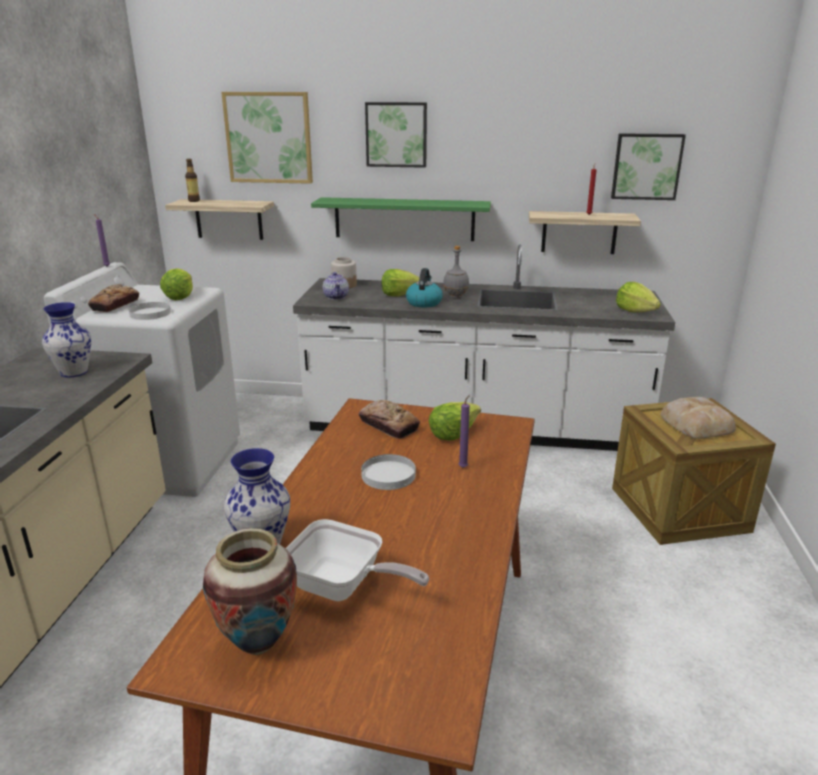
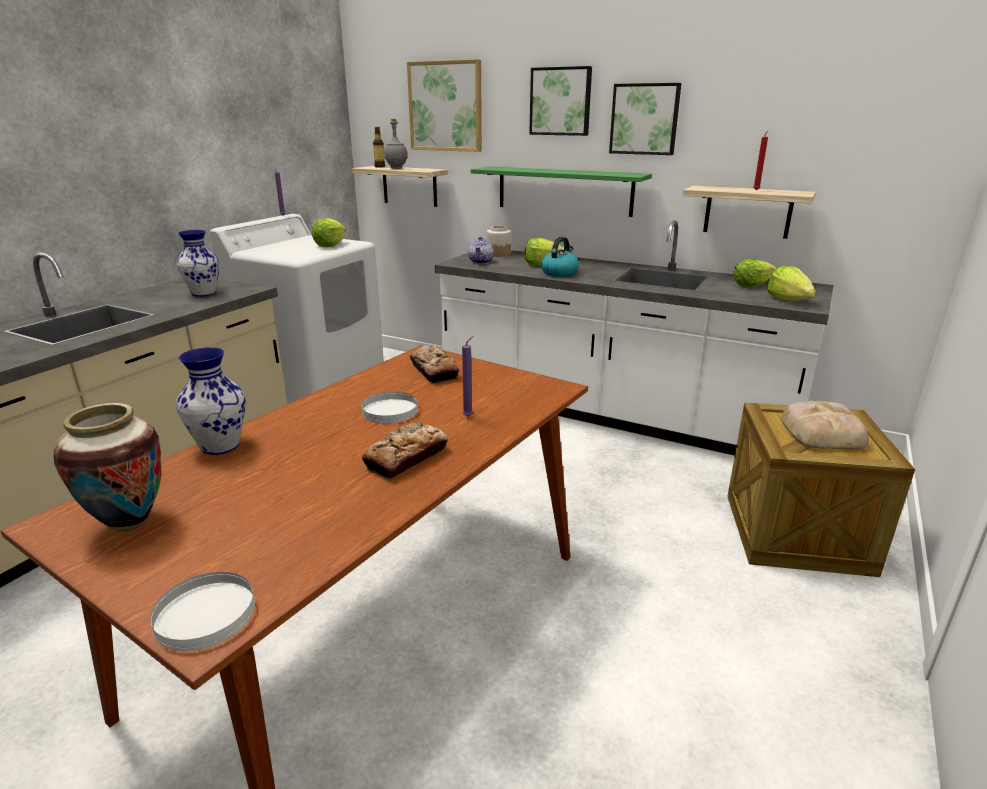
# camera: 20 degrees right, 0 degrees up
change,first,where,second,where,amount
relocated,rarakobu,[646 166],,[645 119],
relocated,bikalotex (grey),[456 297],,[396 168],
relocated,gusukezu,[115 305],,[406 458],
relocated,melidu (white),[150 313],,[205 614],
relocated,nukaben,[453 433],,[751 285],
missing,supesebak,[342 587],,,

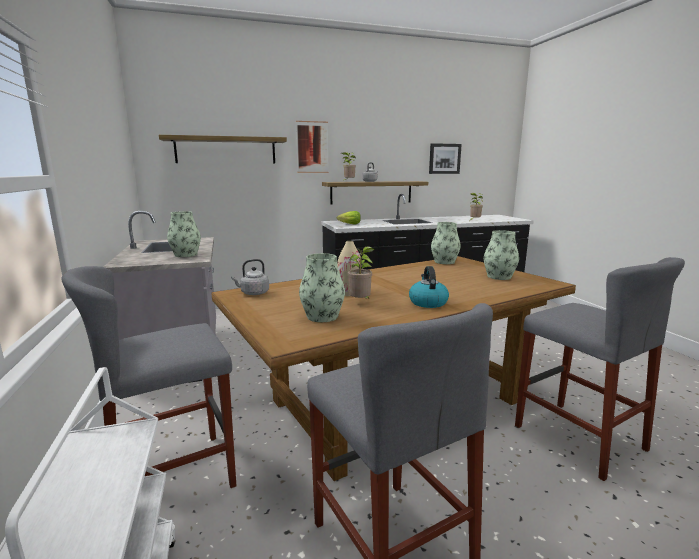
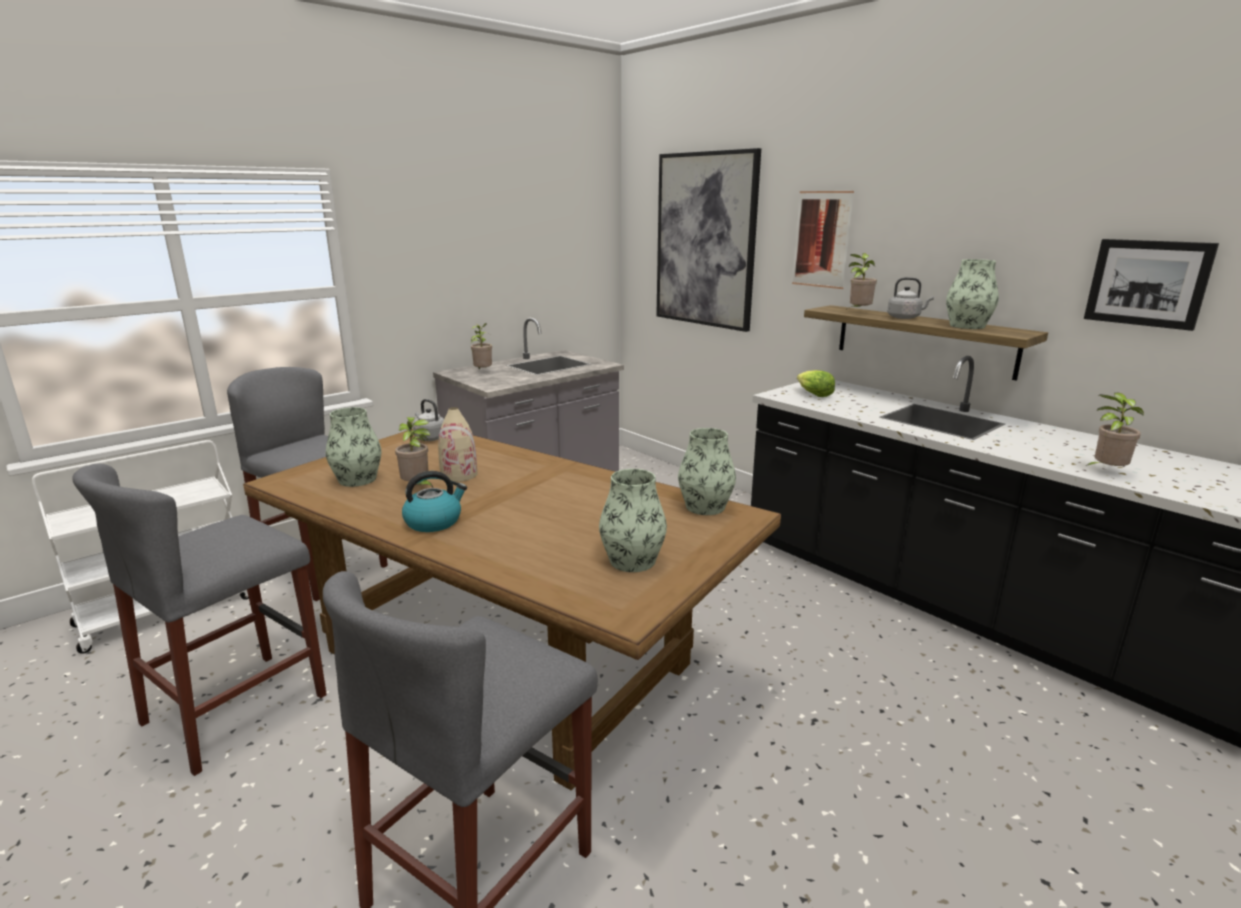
# camera: 65 degrees right, 5 degrees up
change,first,where,second,where,amount
exchanged,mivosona,[226 150],rarakobu,[705 240],
relocated,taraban,[186 254],,[967 326],
appeared,,,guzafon,[483 372],

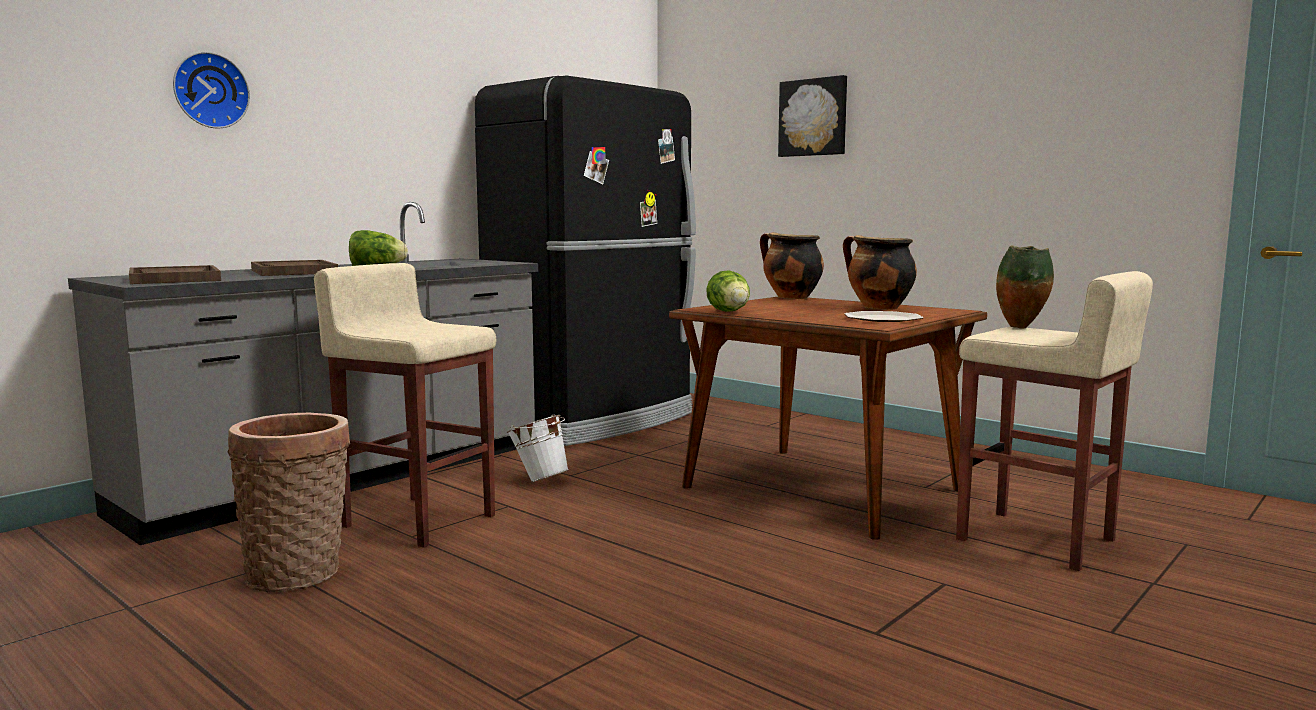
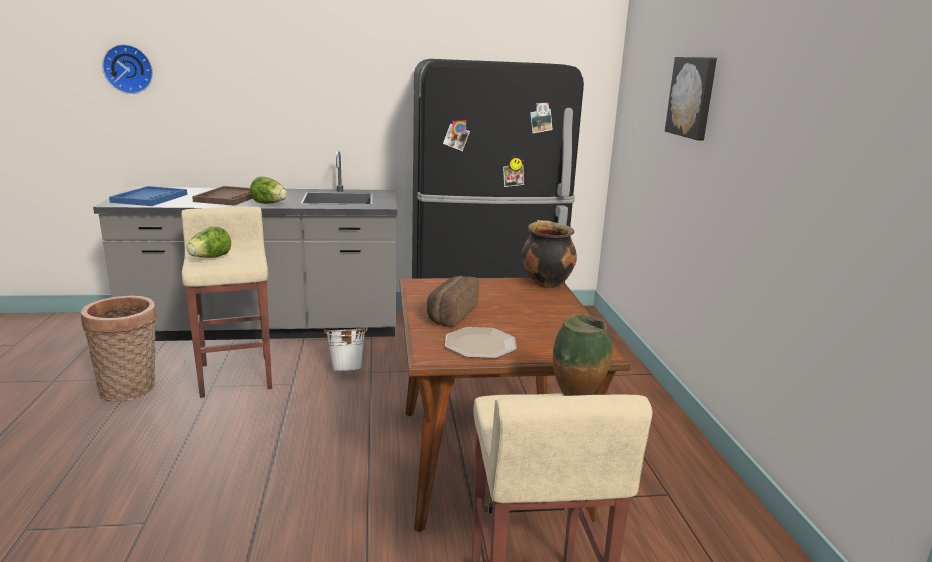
# camera: 40 degrees right, 10 degrees up
change,first,where,second,where,amount
relocated,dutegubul,[209 90],,[129 69],
missing,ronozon,[878 308],,,
colour,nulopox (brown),[175 279],nulopox (blue),[150 198],
relocated,nukaben,[730 312],,[210 258],
appeared,,,gusukezu,[450 314],

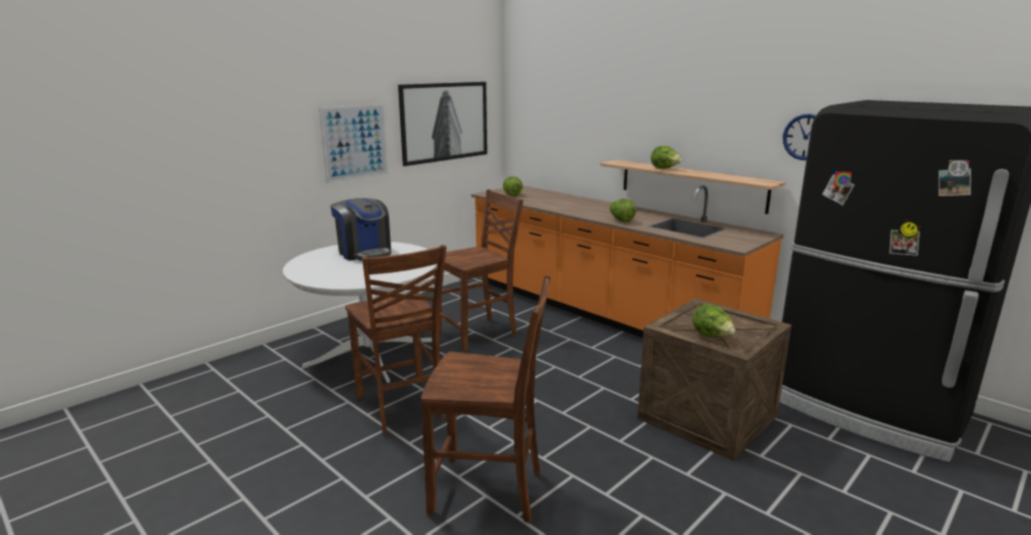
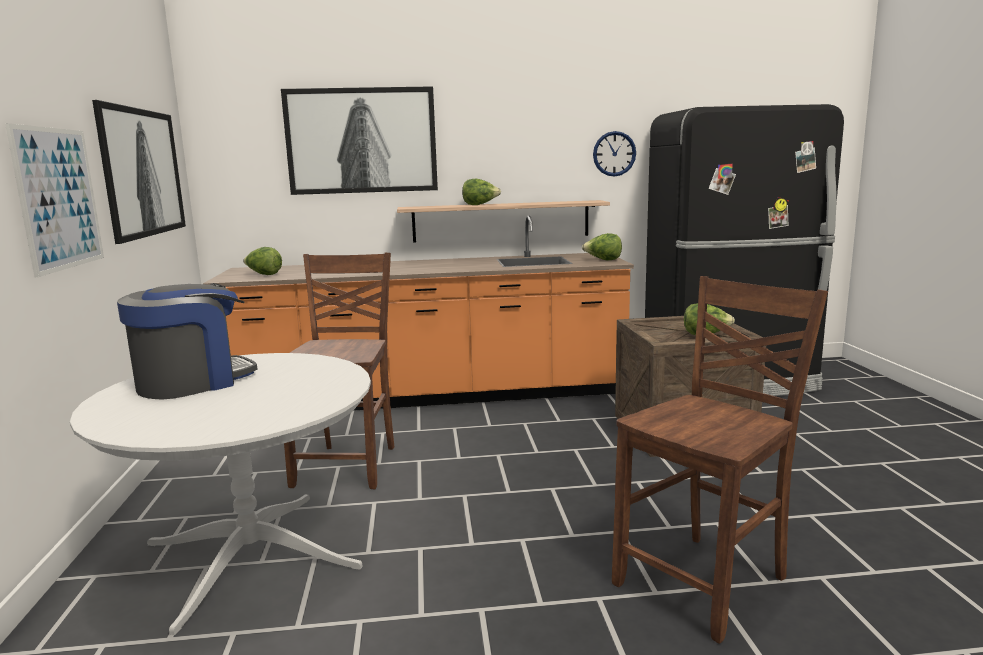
# camera: 50 degrees left, 5 degrees down
change,first,where,second,where,amount
spun,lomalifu,[364 252],,[193 382],45 degrees counterclockwise
relocated,nukaben,[621 220],,[603 260],
missing,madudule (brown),[401 408],,,
appeared,,,rarakobu,[361 141],

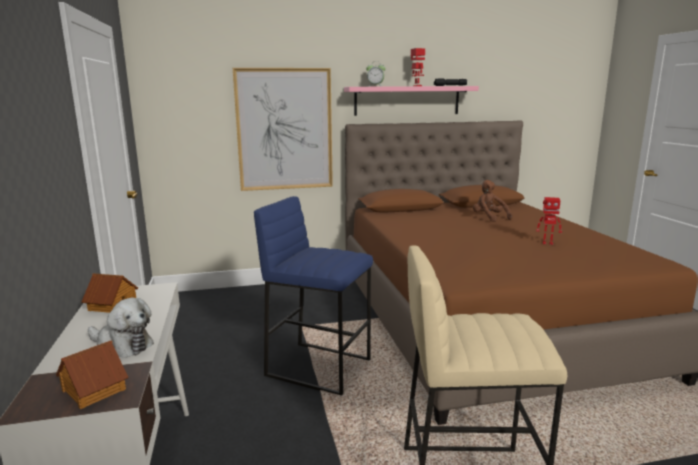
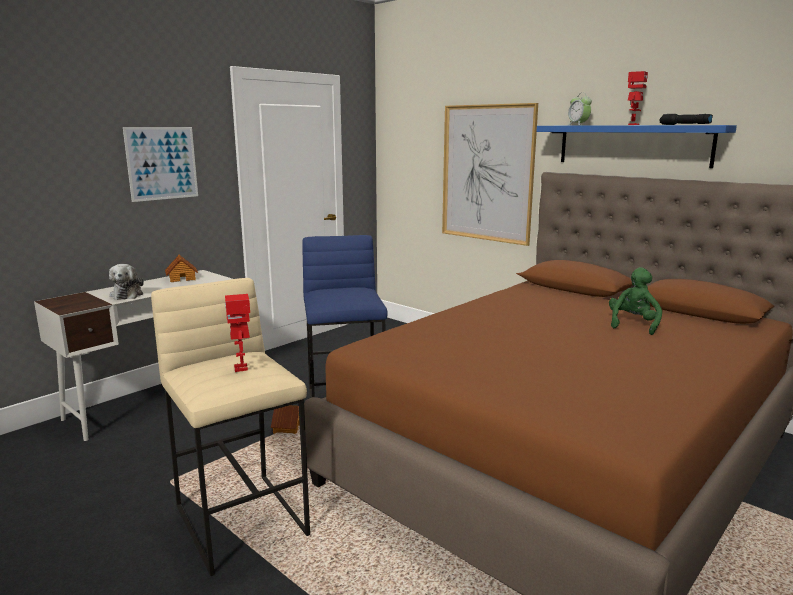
# camera: 55 degrees right, 0 degrees up
change,first,where,second,where,amount
colour,mivosona (pink),[407 100],mivosona (blue),[633 145],
colour,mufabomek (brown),[489 218],mufabomek (green),[633 324],
relocated,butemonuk,[547 243],,[242 368],
relocated,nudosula,[93 390],,[288 427],
appeared,,,rarakobu,[162 163],

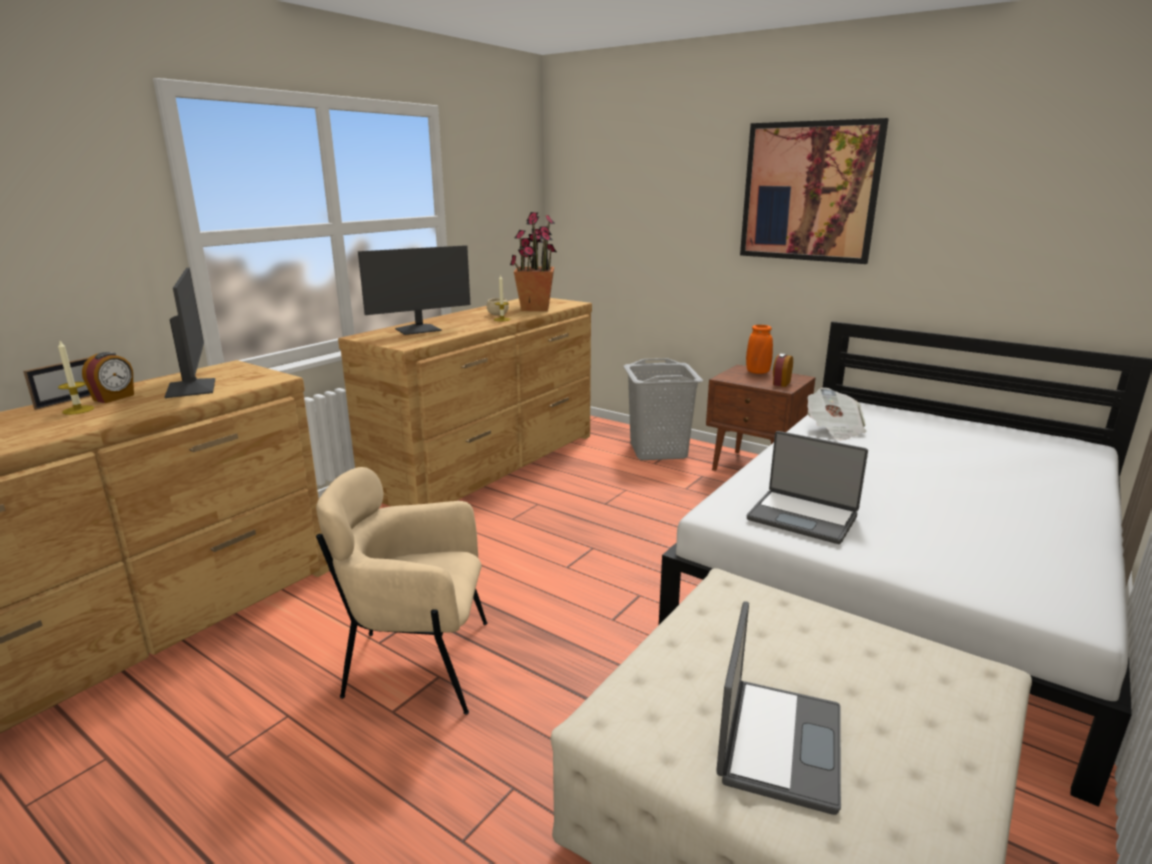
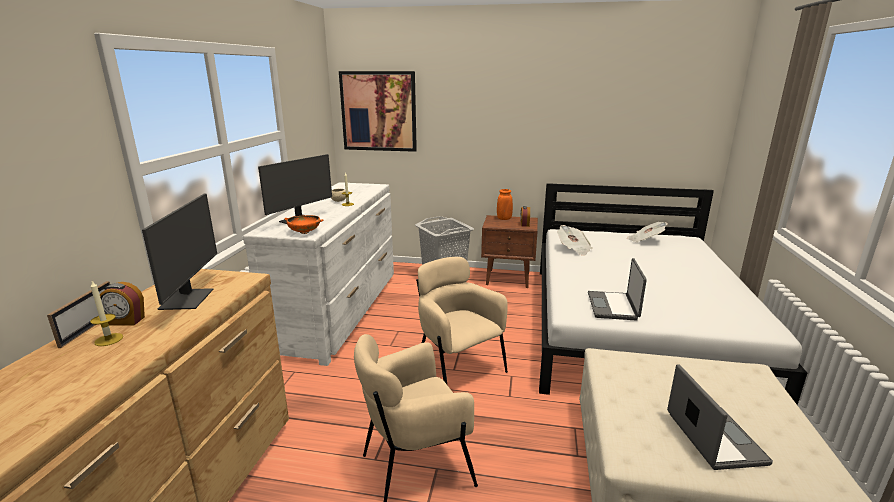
# camera: 25 degrees left, 0 degrees up
change,first,where,second,where,amount
relocated,rarakobu,[809 192],,[378 111],
missing,guzafon,[535 308],,,
spun,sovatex,[193 388],,[188 299],45 degrees clockwise
colour,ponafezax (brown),[489 465],ponafezax (white),[340 310],
spun,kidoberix,[114 398],,[126 321],90 degrees clockwise
spun,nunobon,[803 517],,[613 306],90 degrees clockwise
appeared,,,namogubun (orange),[304 232],
appeared,,,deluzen,[645 240],
appeared,,,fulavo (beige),[457 369],

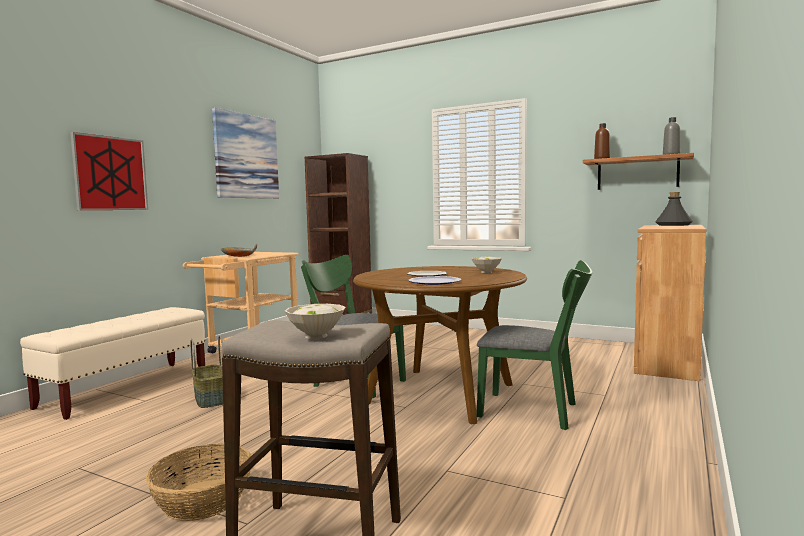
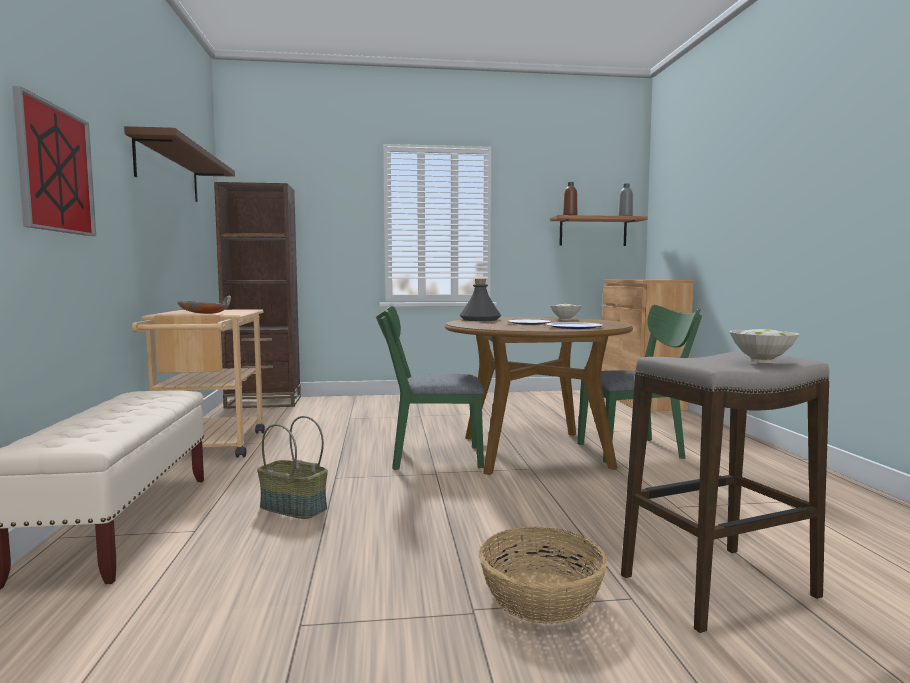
# camera: 35 degrees left, 0 degrees up
change,first,where,second,where,amount
exchanged,rarakobu,[246 156],mivosona (brown),[168 171],
relocated,bikalotex (grey),[673 225],,[480 320],

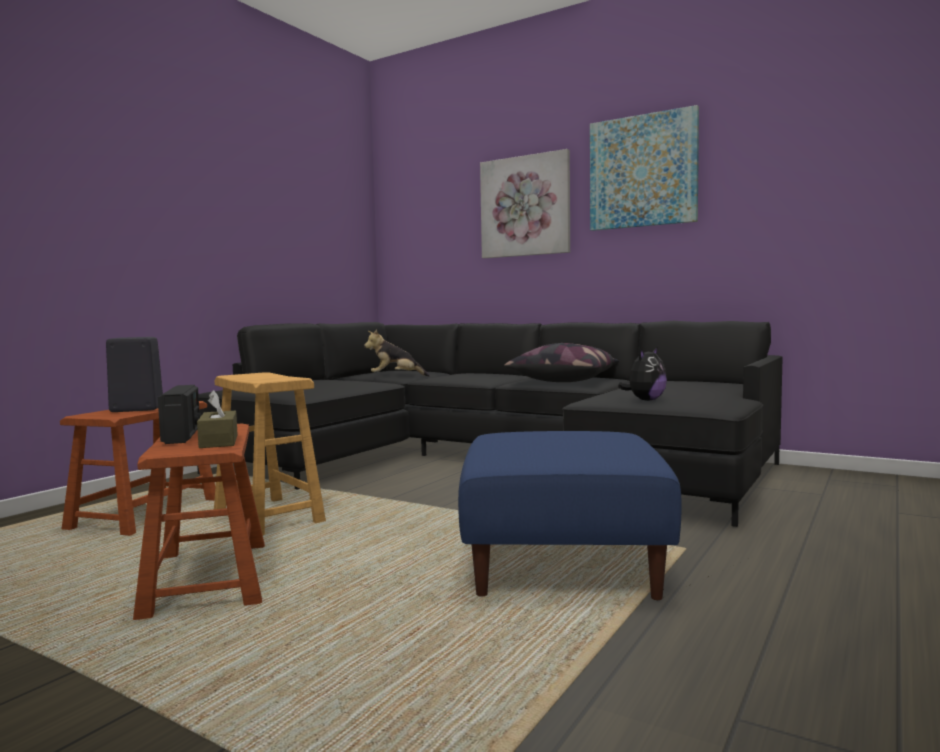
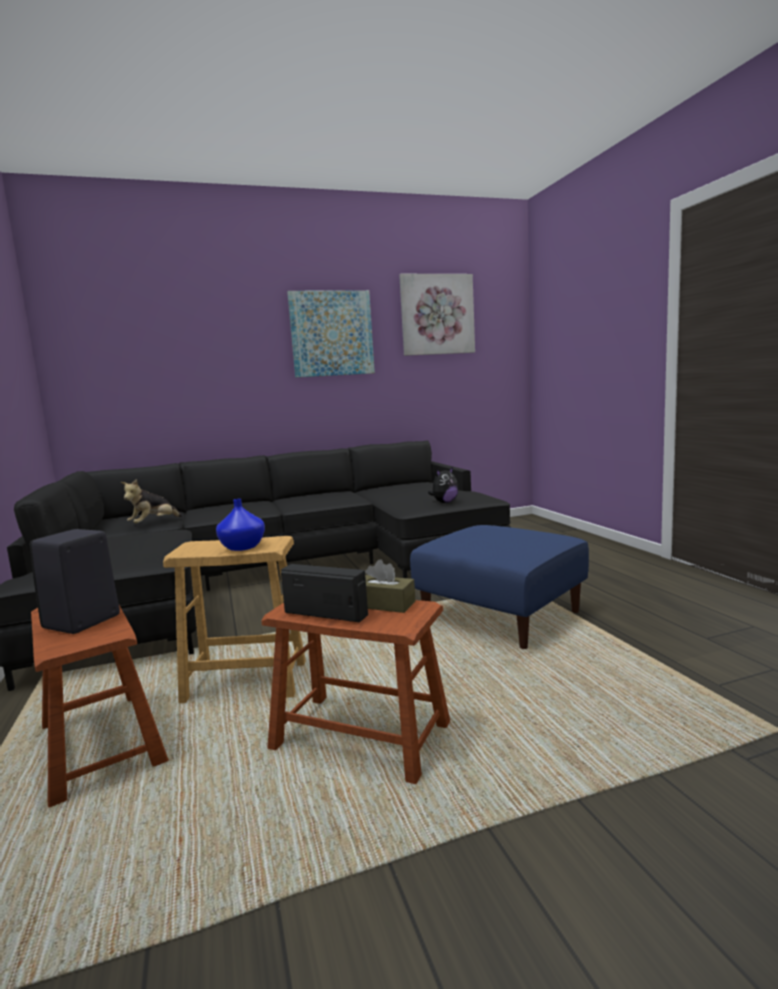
# camera: 50 degrees left, 5 degrees up
change,first,where,second,where,amount
relocated,rarakobu,[525 206],,[437 315],
missing,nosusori,[564 380],,,
spun,mufabomek,[645 400],,[444 502],60 degrees clockwise
appeared,,,taraban (blue),[242 547],

